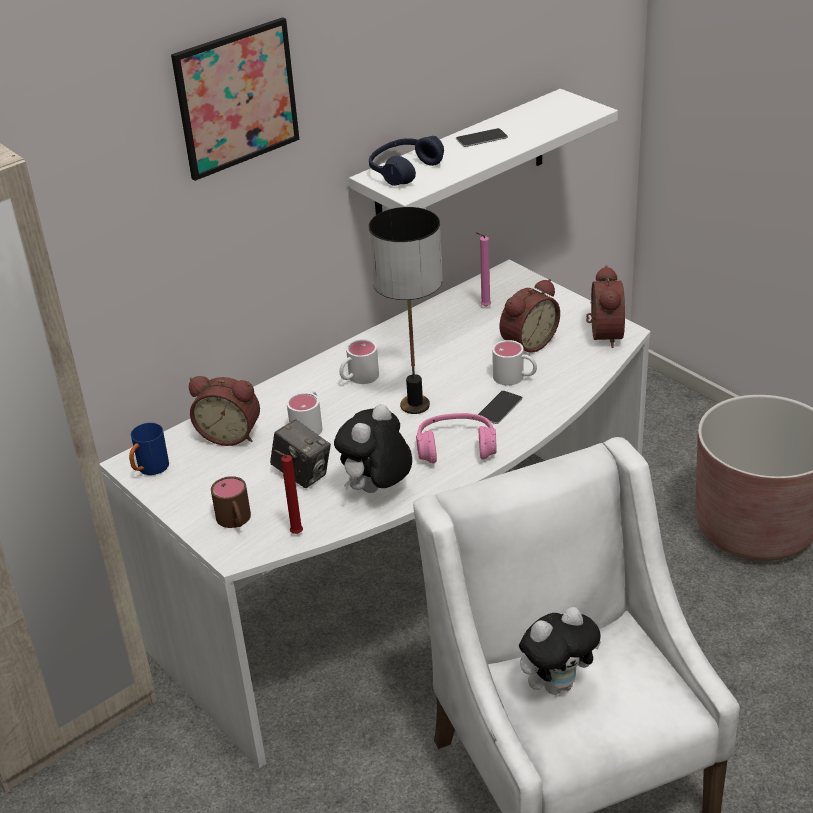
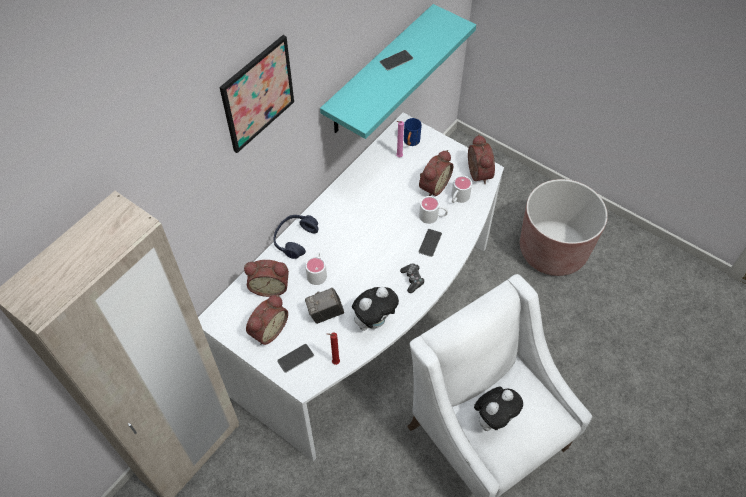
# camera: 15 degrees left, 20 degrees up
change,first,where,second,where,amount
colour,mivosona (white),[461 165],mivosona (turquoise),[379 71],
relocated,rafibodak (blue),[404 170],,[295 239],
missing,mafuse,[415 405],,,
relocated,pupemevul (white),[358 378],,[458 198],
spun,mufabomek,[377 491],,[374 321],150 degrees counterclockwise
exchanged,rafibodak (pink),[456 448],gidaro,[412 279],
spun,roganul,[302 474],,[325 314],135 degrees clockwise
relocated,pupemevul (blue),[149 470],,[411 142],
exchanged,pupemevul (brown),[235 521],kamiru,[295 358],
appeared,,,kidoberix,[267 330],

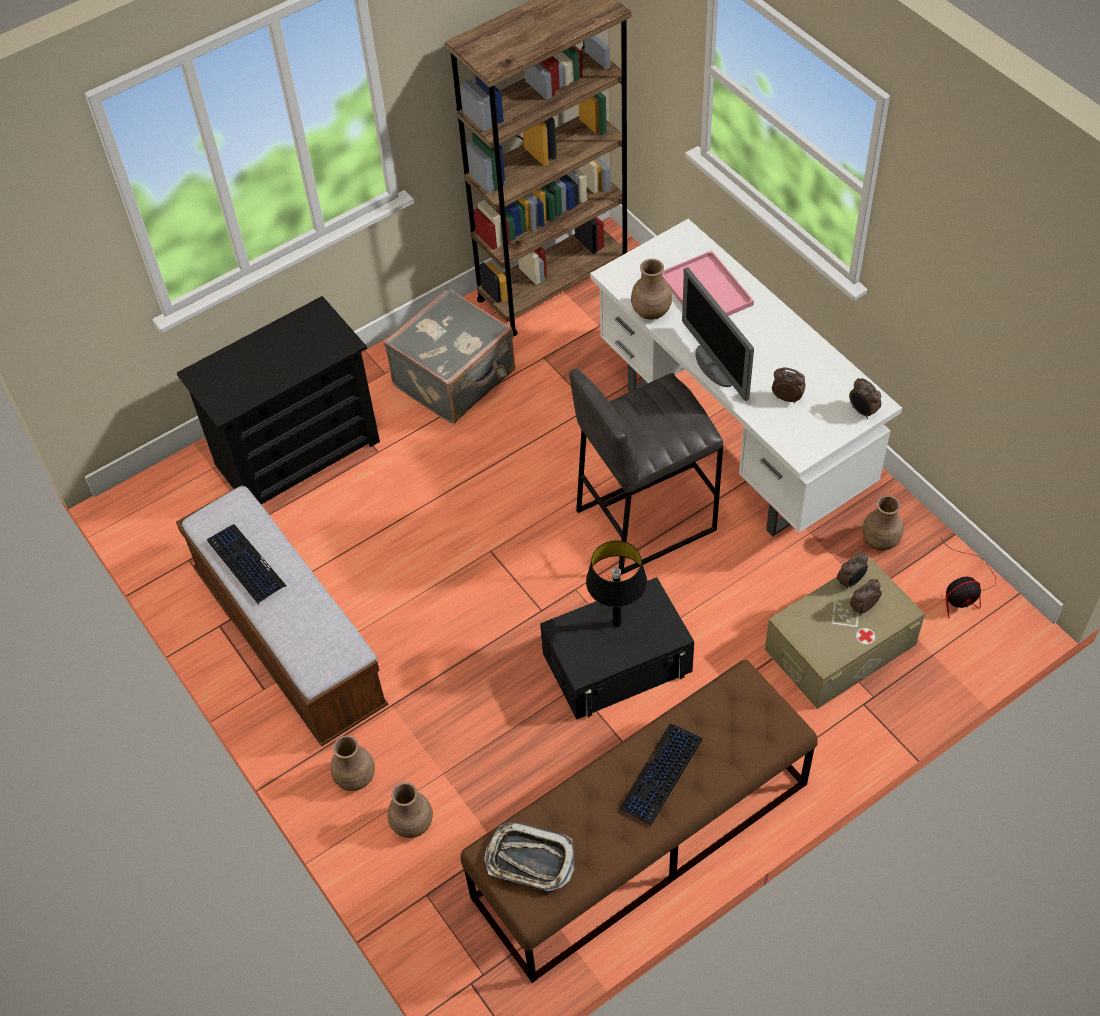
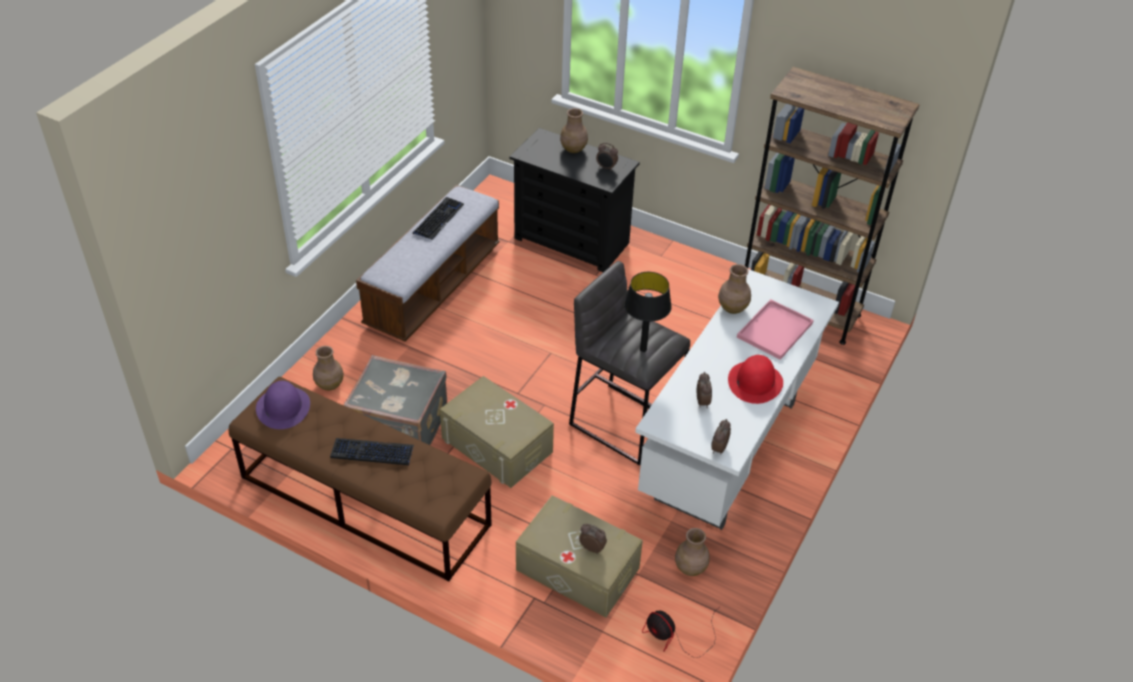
# camera: 60 degrees right, 10 degrees down
change,first,where,second,where,amount
missing,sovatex,[715 366],,,
relocated,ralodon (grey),[456 379],,[399 428],
relocated,mafuse (black),[617 623],,[643 349],
relocated,kidoberix,[851 582],,[606 167],
colour,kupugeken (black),[617 662],kupugeken (beige),[497 445],
relocated,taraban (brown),[356 778],,[573 149],
exchanged,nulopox,[530 860],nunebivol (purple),[283 407],
appeared,,,nunebivol (red),[755 382],

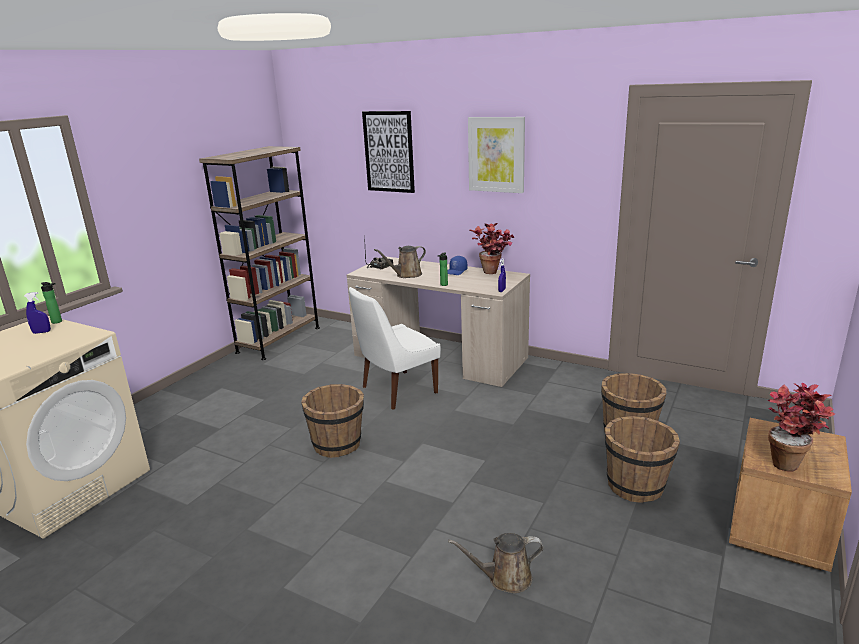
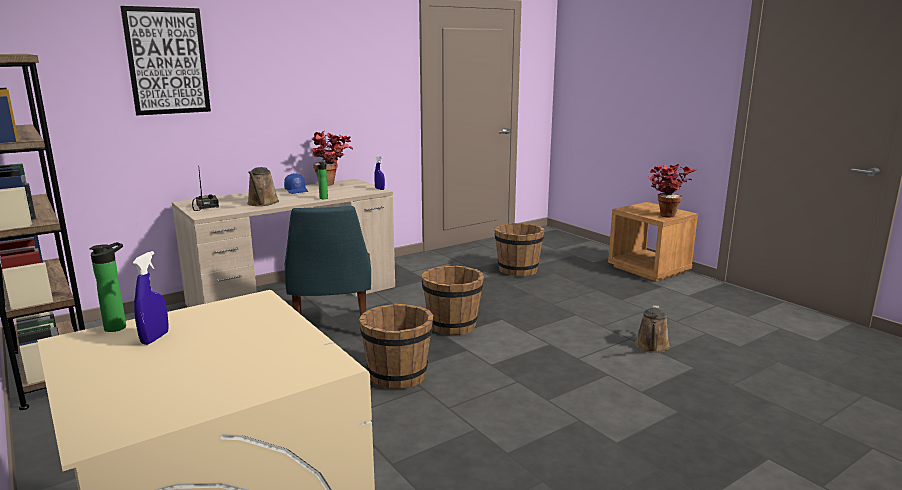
# camera: 65 degrees left, 5 degrees down
change,first,where,second,where,amount
missing,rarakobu,[496 154],,,
colour,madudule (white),[396 391],madudule (blue),[331 327],
relocated,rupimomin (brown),[636 486],,[452 325],

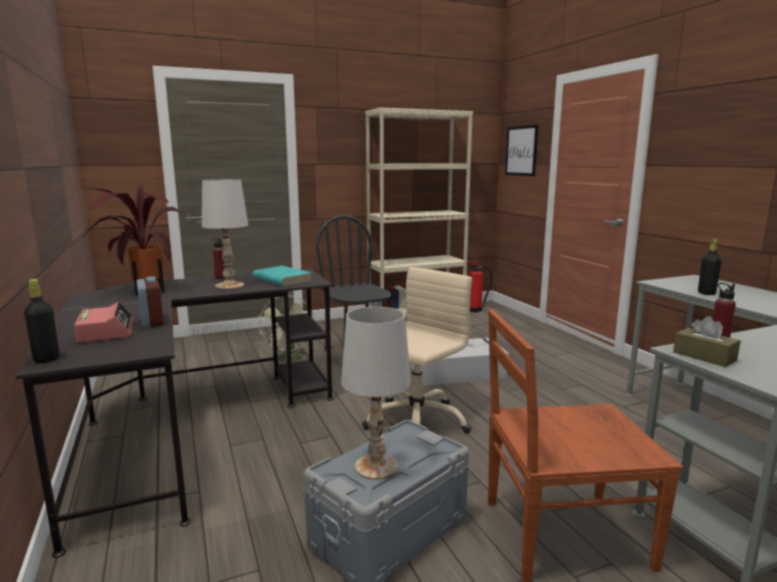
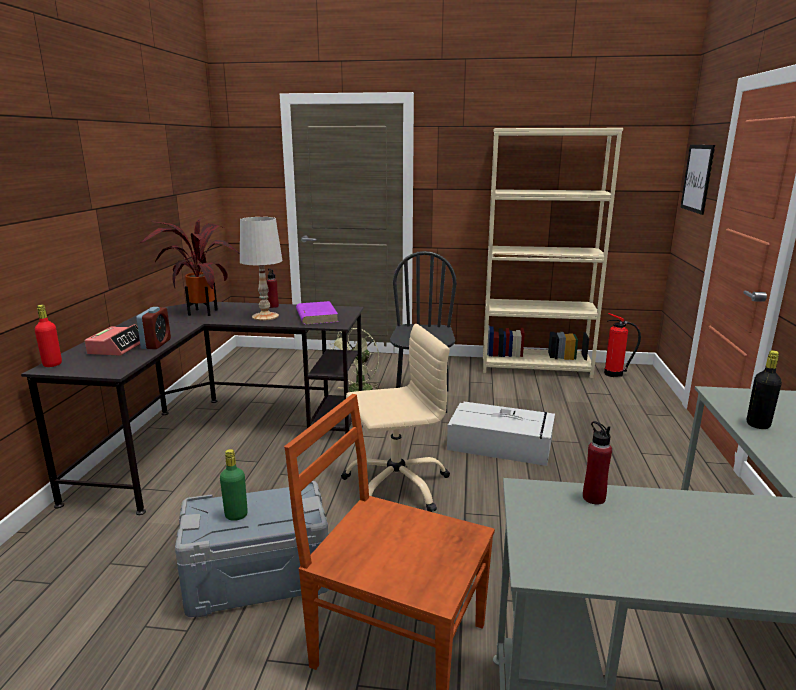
# camera: 30 degrees right, 5 degrees up
change,first,where,second,where,amount
colour,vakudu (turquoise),[281 279],vakudu (purple),[316 316],
colour,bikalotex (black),[46 359],bikalotex (red),[52 364],
exchanged,mafuse (white),[377 467],bikalotex (green),[236 515],
missing,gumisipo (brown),[704 356],,,

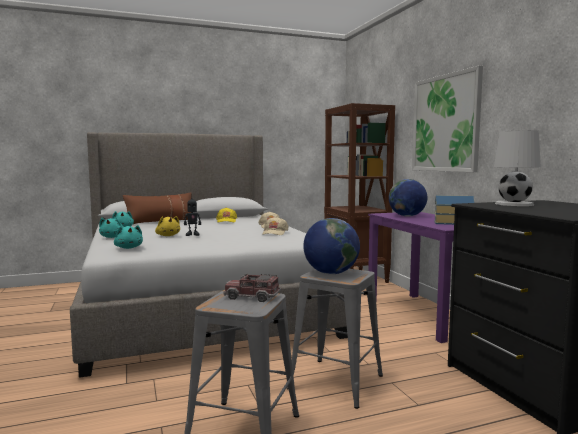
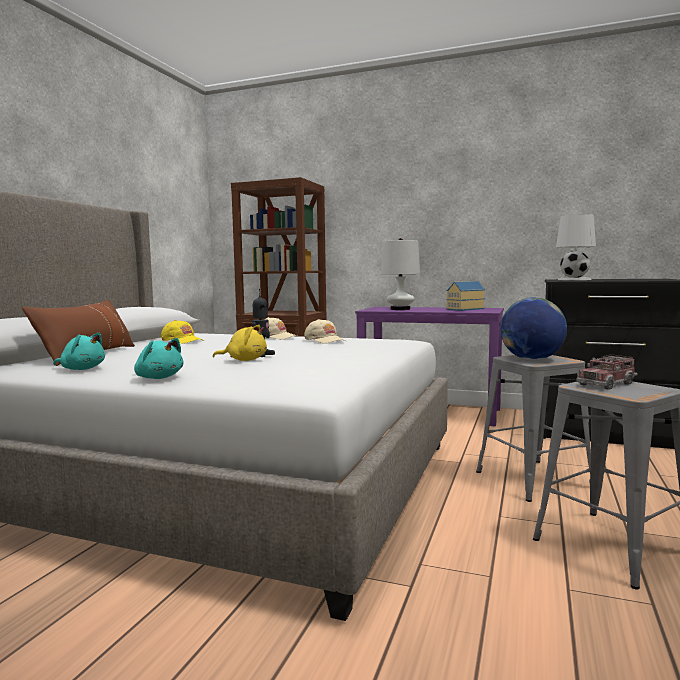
# camera: 50 degrees left, 0 degrees up
change,first,where,second,where,amount
missing,rarakobu,[445 123],,,
exchanged,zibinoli,[407 216],mafuse (white),[400 309],
missing,mufabomek (turquoise),[129 248],,,

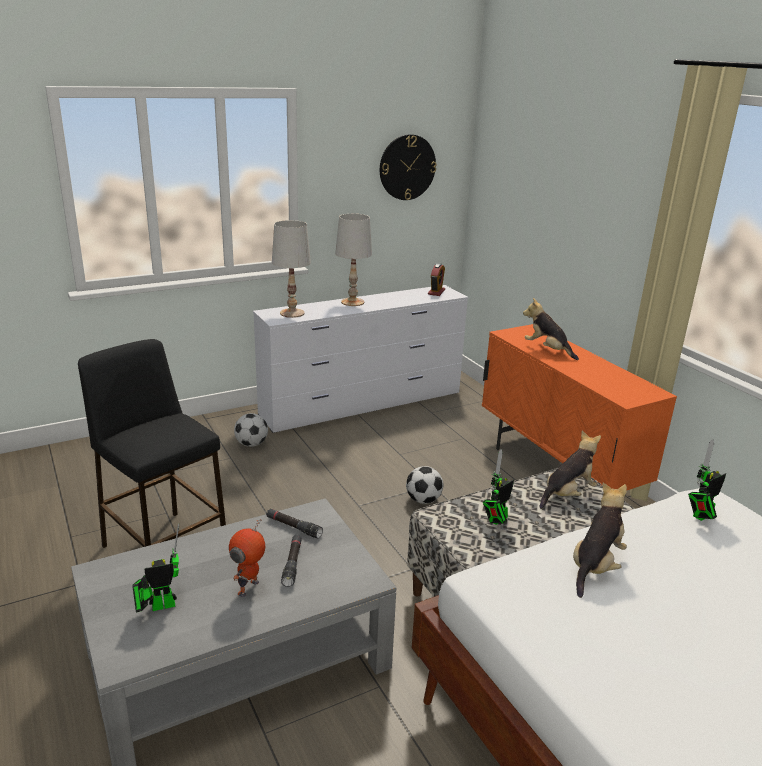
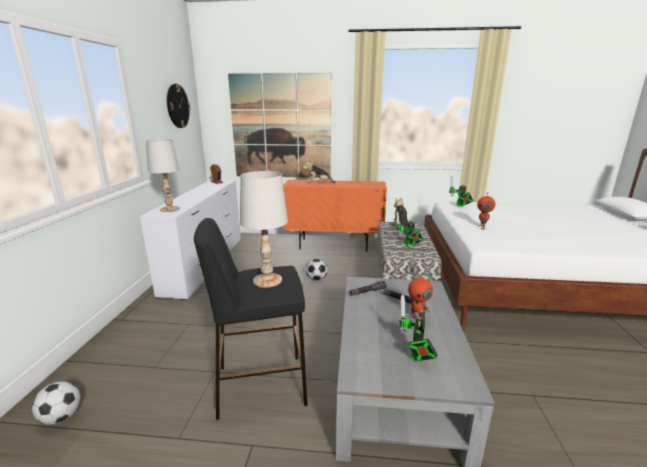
# camera: 55 degrees left, 5 degrees down
change,first,where,second,where,amount
relocated,mafuse (white),[353 302],,[267 280],
relocated,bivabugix,[251 444],,[61 417],
exchanged,mufabomek,[595 566],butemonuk,[482 227],
appeared,,,rarakobu,[281 127],

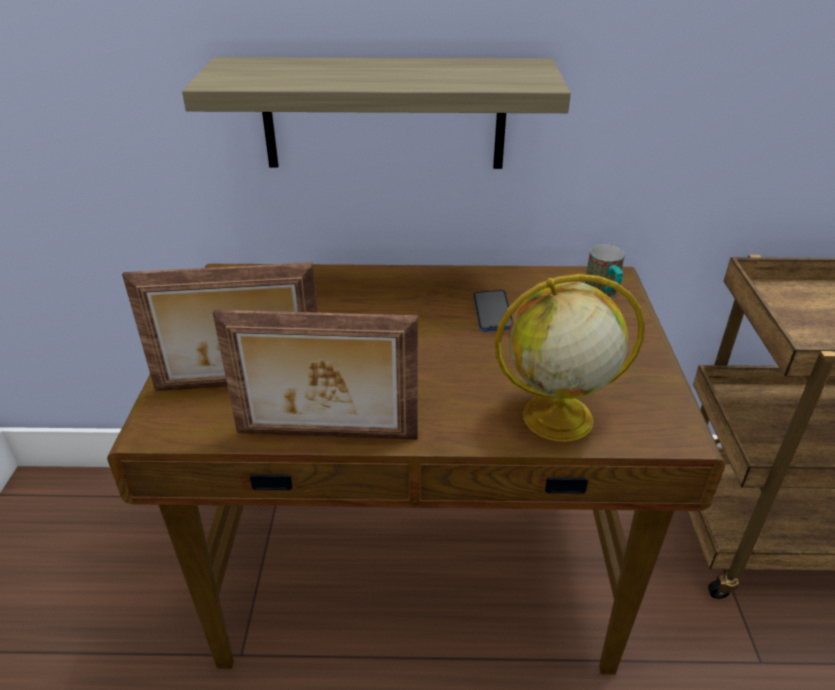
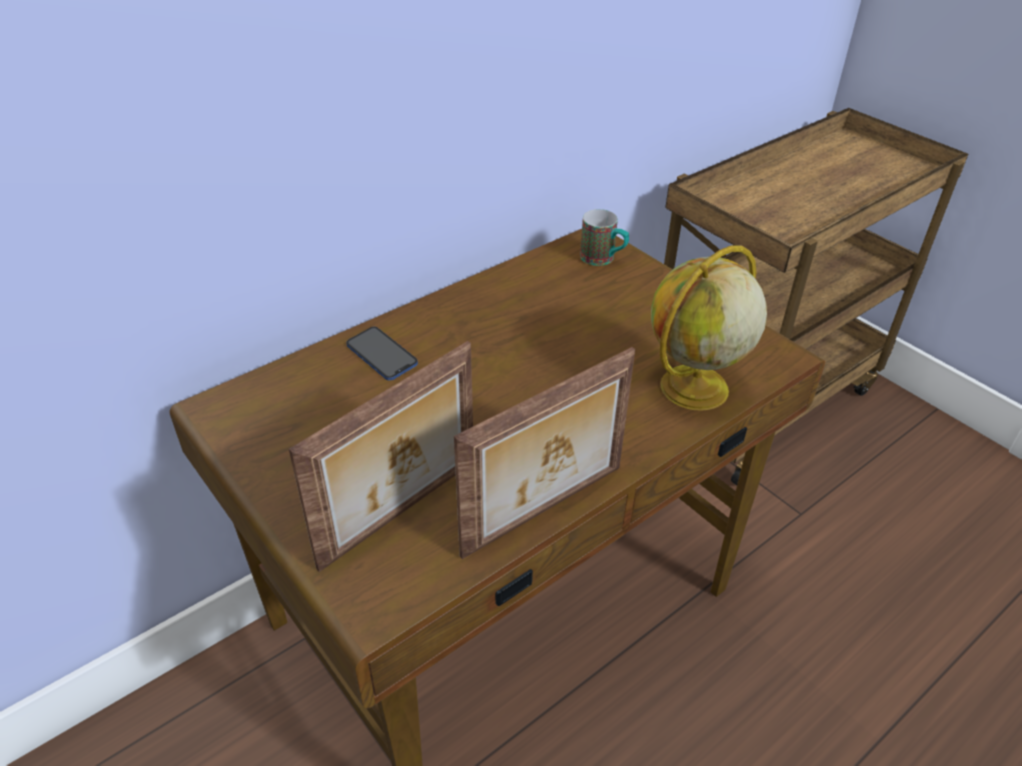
# camera: 40 degrees left, 5 degrees up
change,first,where,second,where,amount
missing,mivosona,[384 114],,,
relocated,kamiru,[492 312],,[381 355],

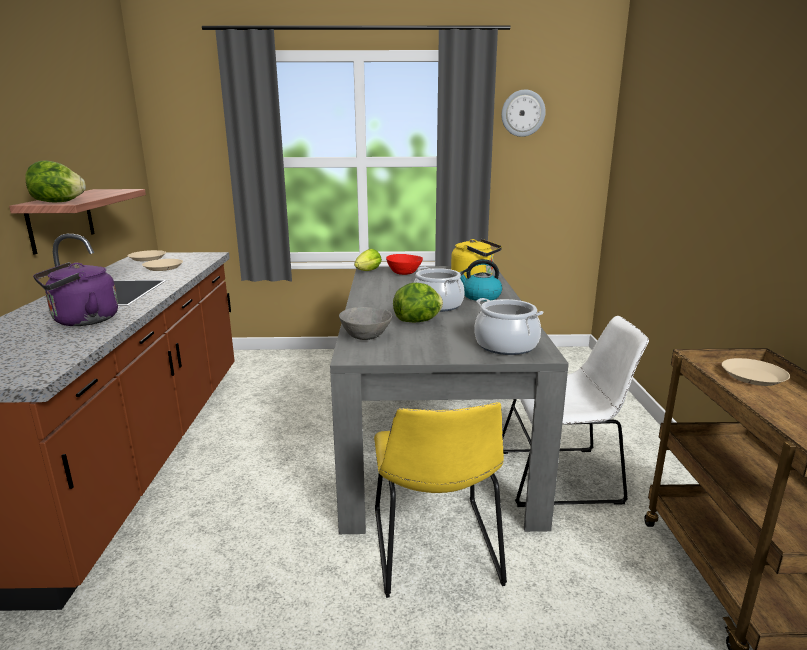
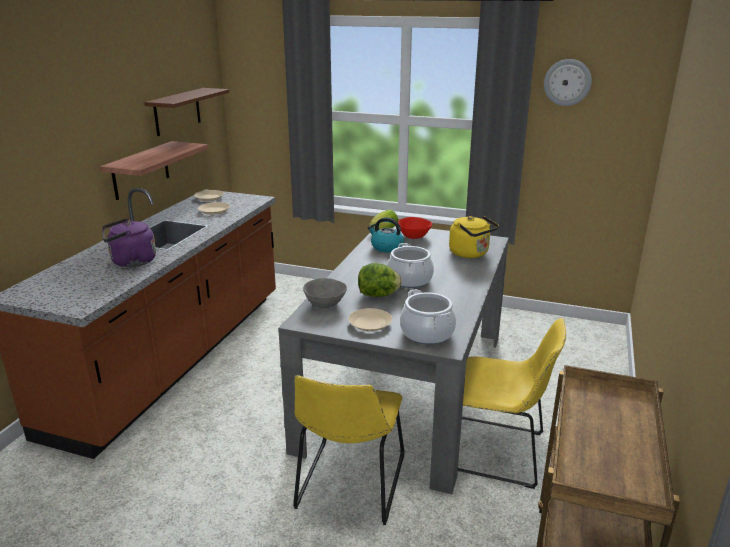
# camera: 20 degrees right, 5 degrees up
change,first,where,second,where,amount
missing,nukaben,[58 202],,,
relocated,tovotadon,[480 296],,[386 247],
colour,madudule (white),[563 476],madudule (yellow),[497 451],
relocated,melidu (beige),[752 376],,[370 323],
appeared,,,mivosona (brown),[177 111],

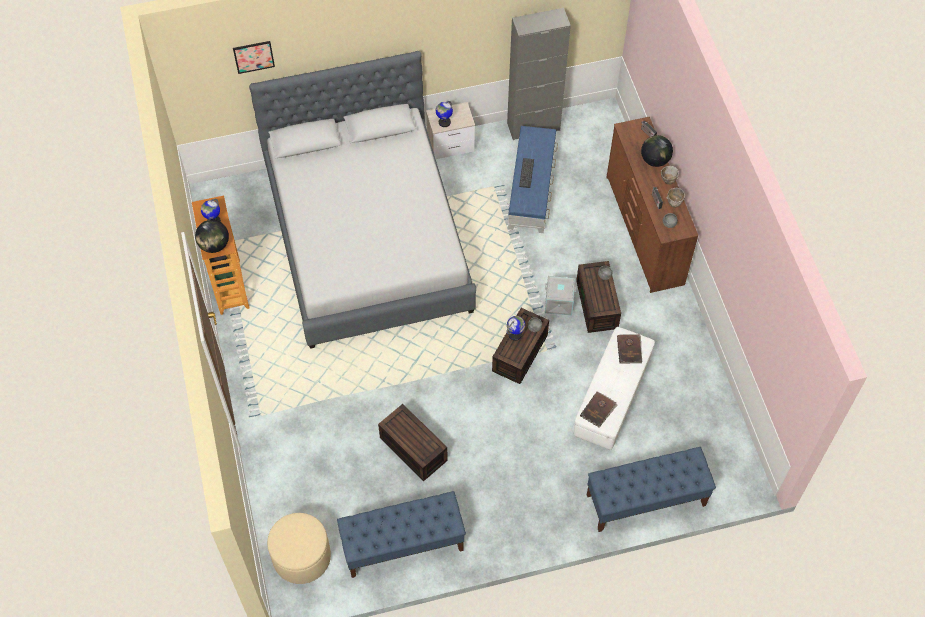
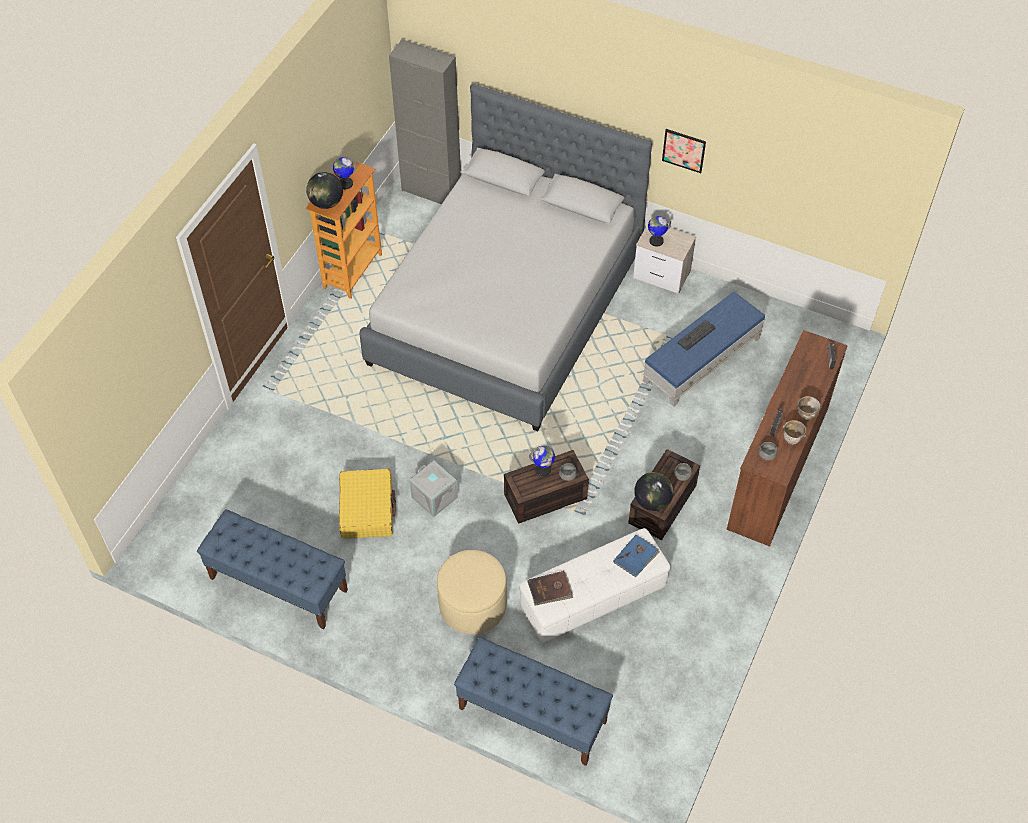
# camera: 40 degrees right, 5 degrees down
change,first,where,second,where,amount
relocated,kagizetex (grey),[533 126],,[431 191],
relocated,rarakobu,[253 56],,[684 150],
relocated,zibinoli,[655 160],,[652 501],
relocated,kupugeken (grey),[558 303],,[433 497],
colour,vakudu (brown),[629 349],vakudu (blue),[636 557],
exchanged,kupugeken (brown),[412 449],ralodon (yellow),[367 509],
relocated,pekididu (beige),[301 556],,[473 605],

